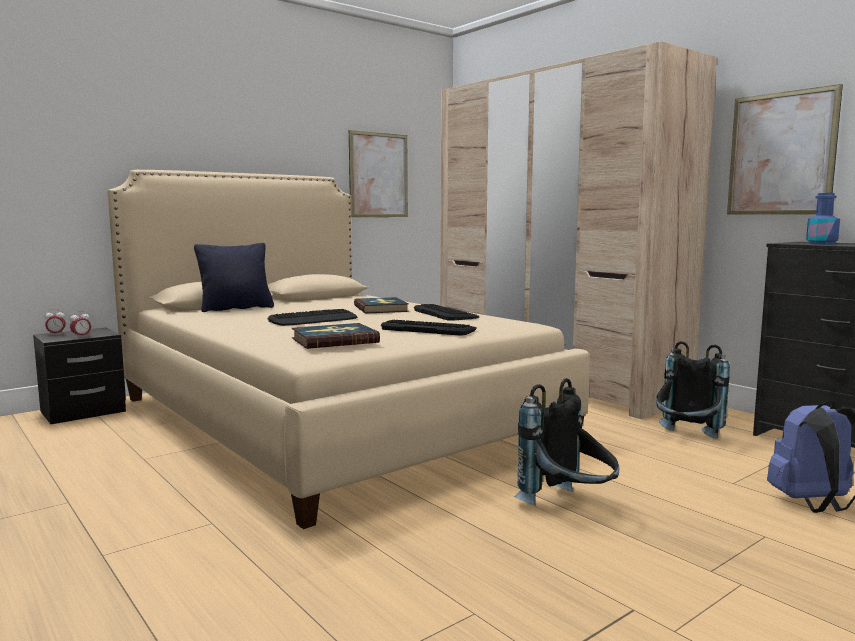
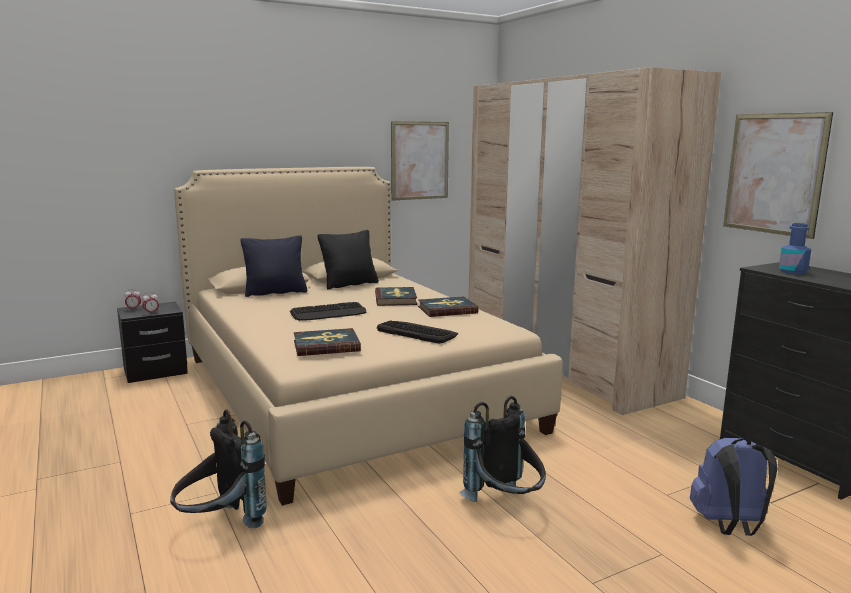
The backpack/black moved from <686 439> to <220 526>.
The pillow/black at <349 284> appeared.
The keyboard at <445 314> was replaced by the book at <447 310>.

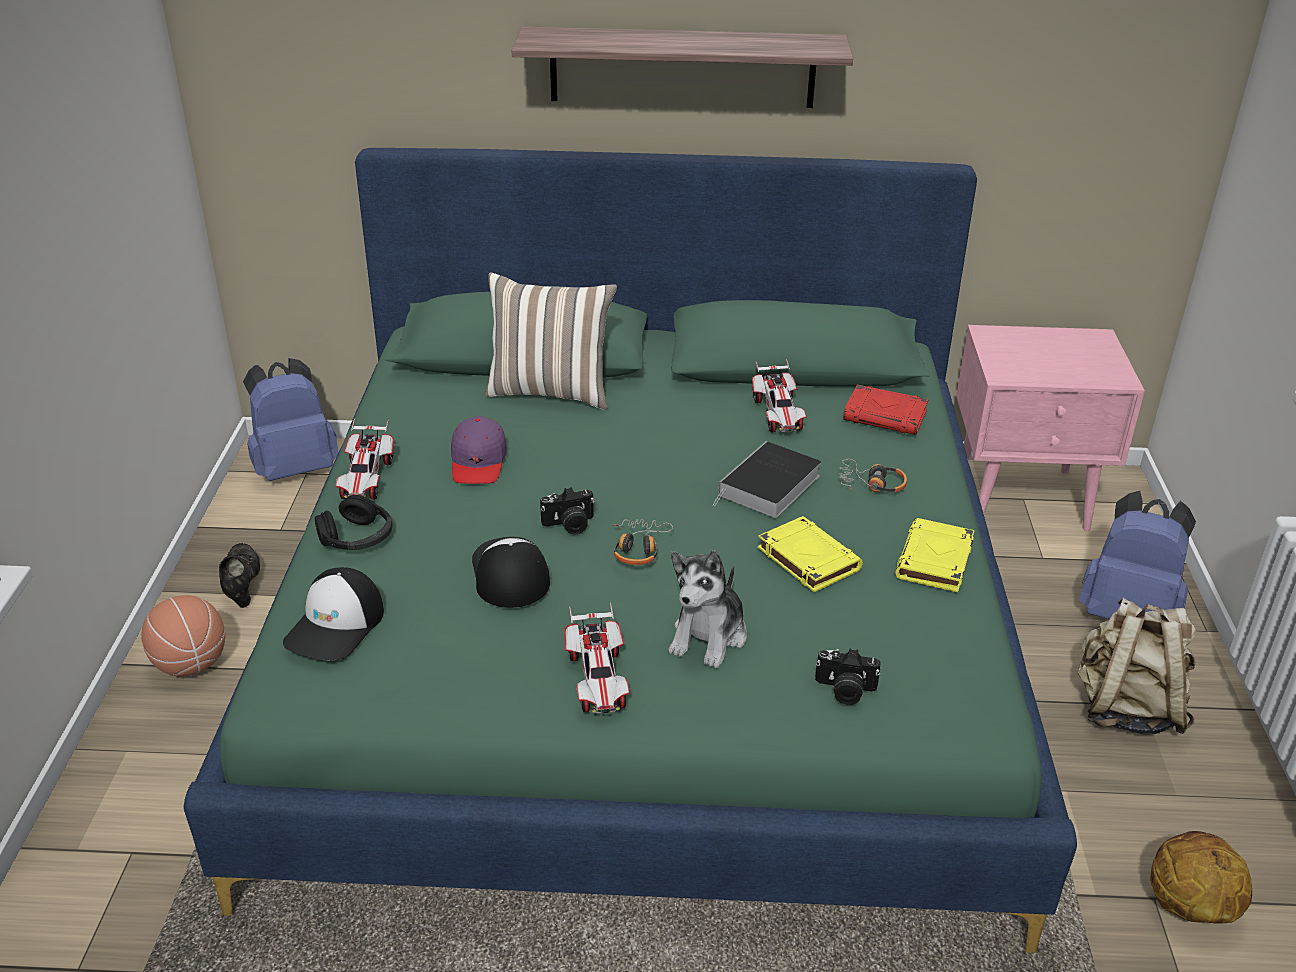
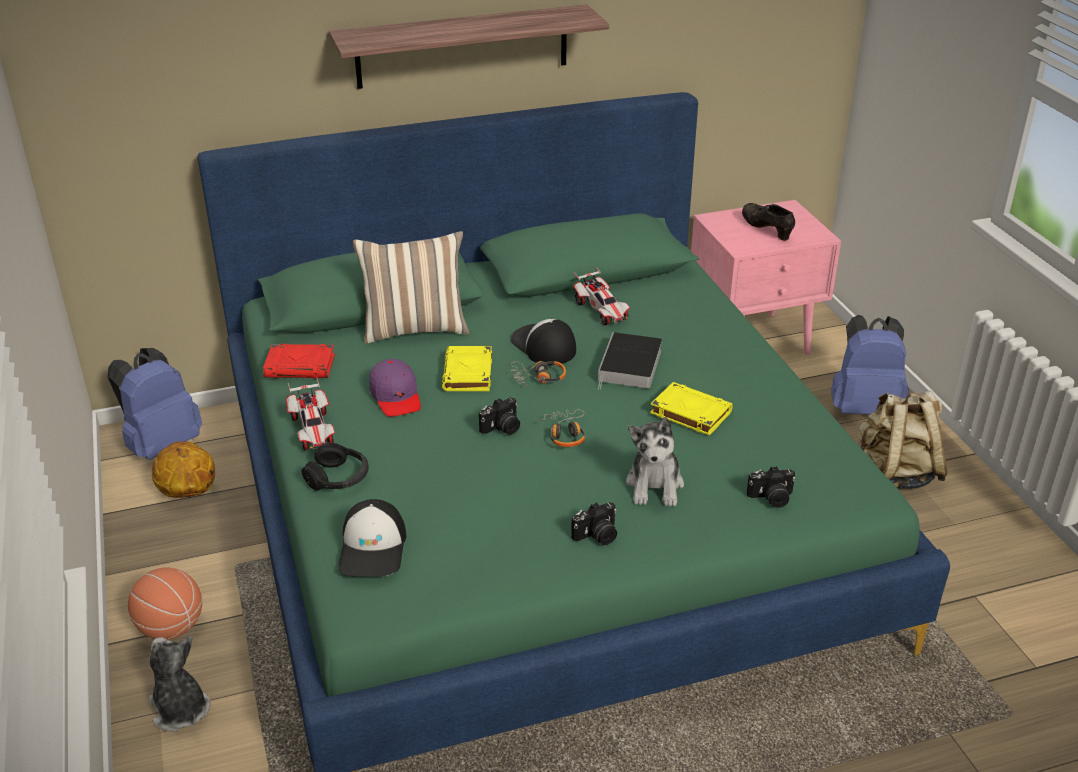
The plush toy at <180 709> appeared.
The basketball moved from <1188 907> to <187 493>.
The book/red moved from <886 416> to <301 366>.
The book/yellow moved from <934 561> to <468 373>.
The headphones moved from <871 484> to <538 378>.
The cap moved from <509 573> to <543 346>.
The toy car at <598 680> was replaced by the photo camera at <597 536>.
The shoe/black moved from <242 586> to <767 230>.

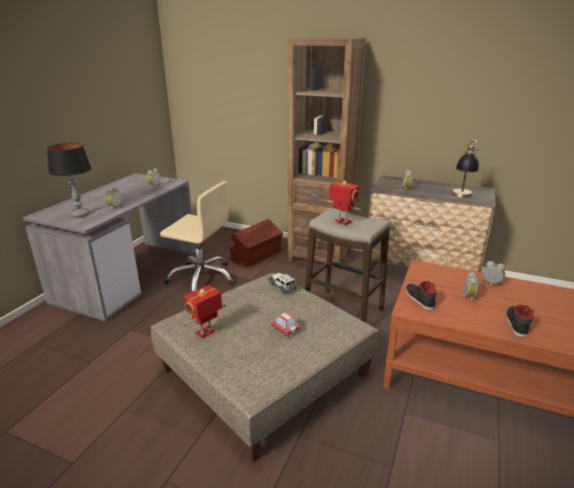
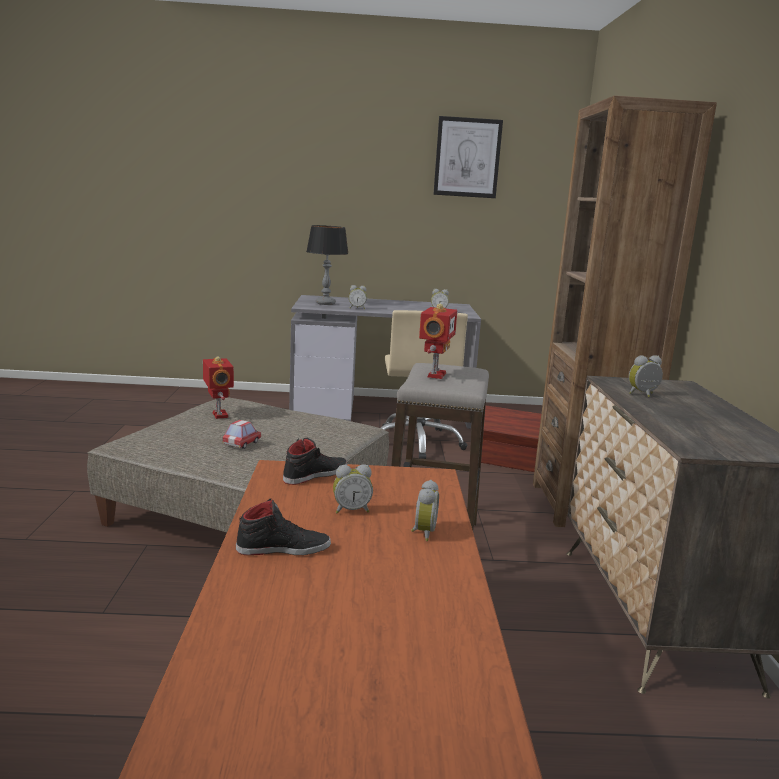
The toy robot at <206 333> turned 45 degrees clockwise.
The picture at <467 157> appeared.
The toy car at <283 287> disappeared.
The table lamp at <461 197> disappeared.

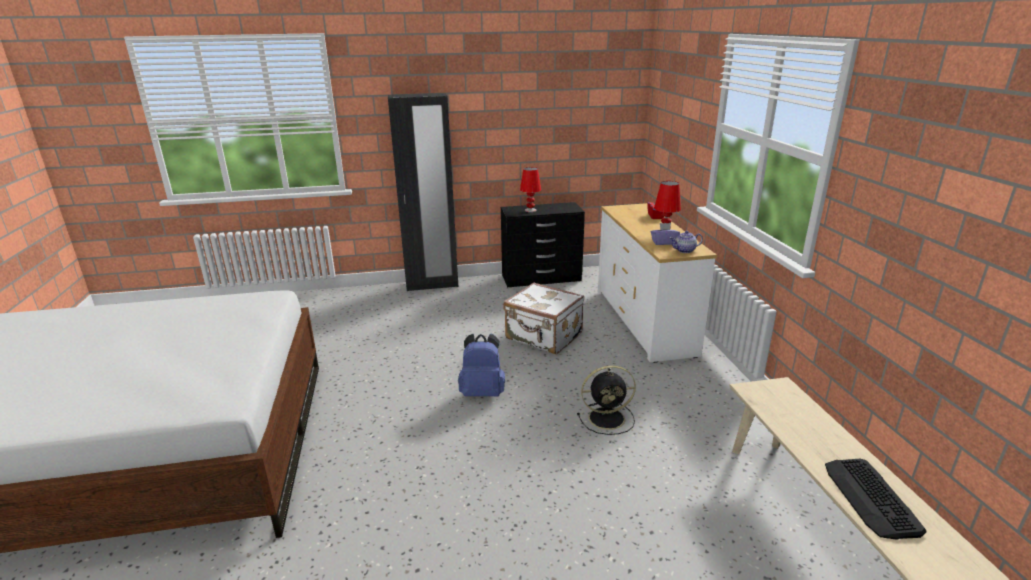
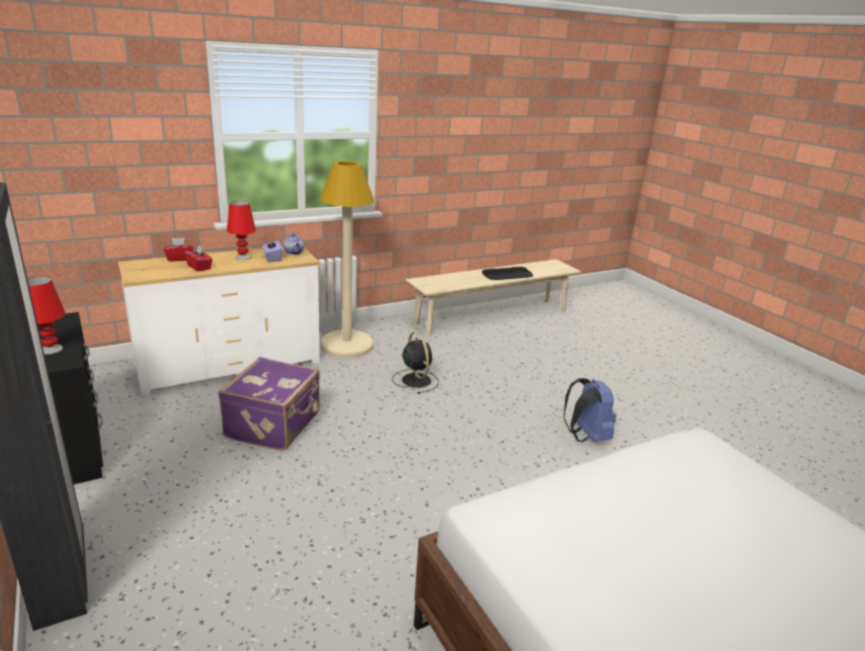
The tissue box/red at <199 267> appeared.
The suitcase/white at <543 337> became the suitcase/purple at <275 425>.
The floor lamp/beige at <347 345> appeared.
The backpack/blue moved from <483 392> to <586 436>.

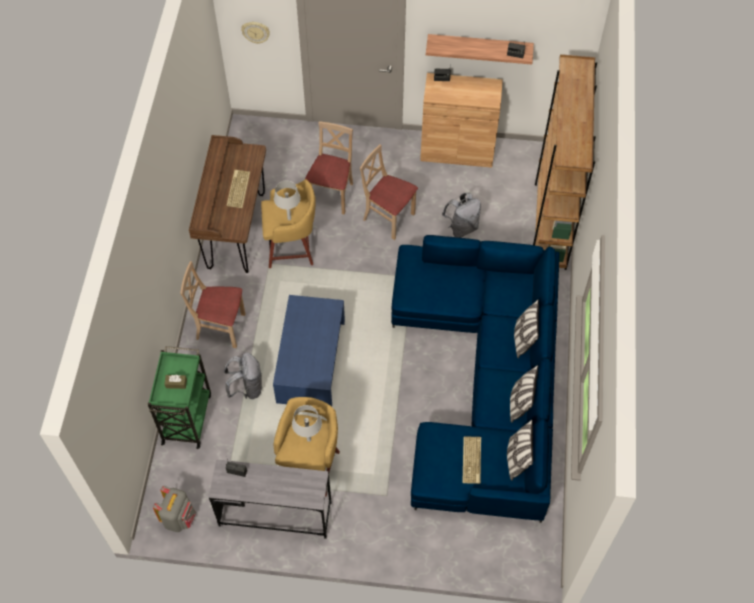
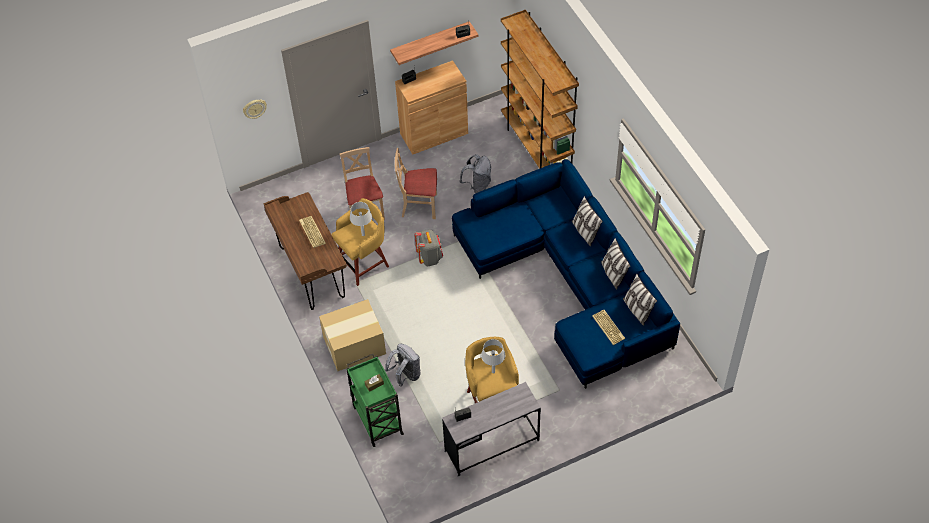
The chair/beige at <220 327> was replaced by the cardboard box at <353 345>.
The backpack/grey moved from <179 518> to <430 258>.
The coffee table/blue at <311 361> disappeared.

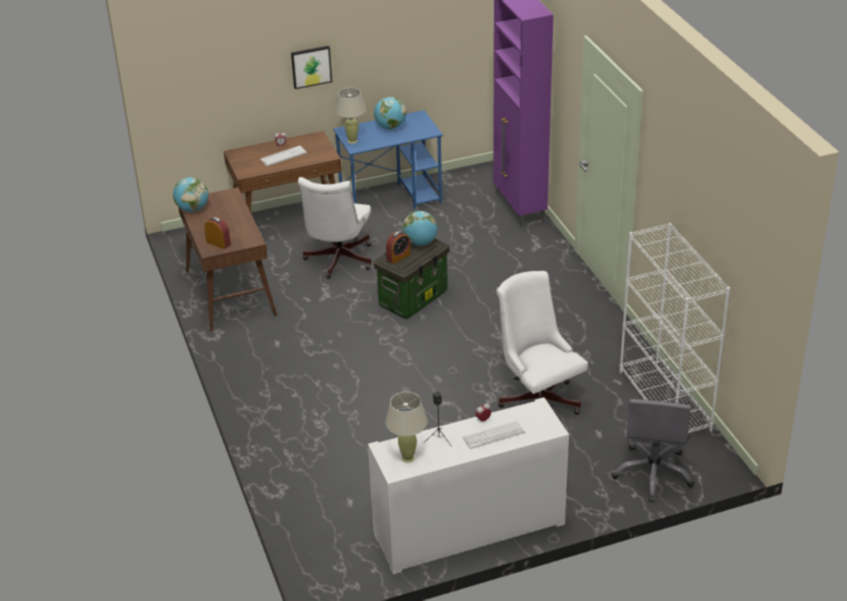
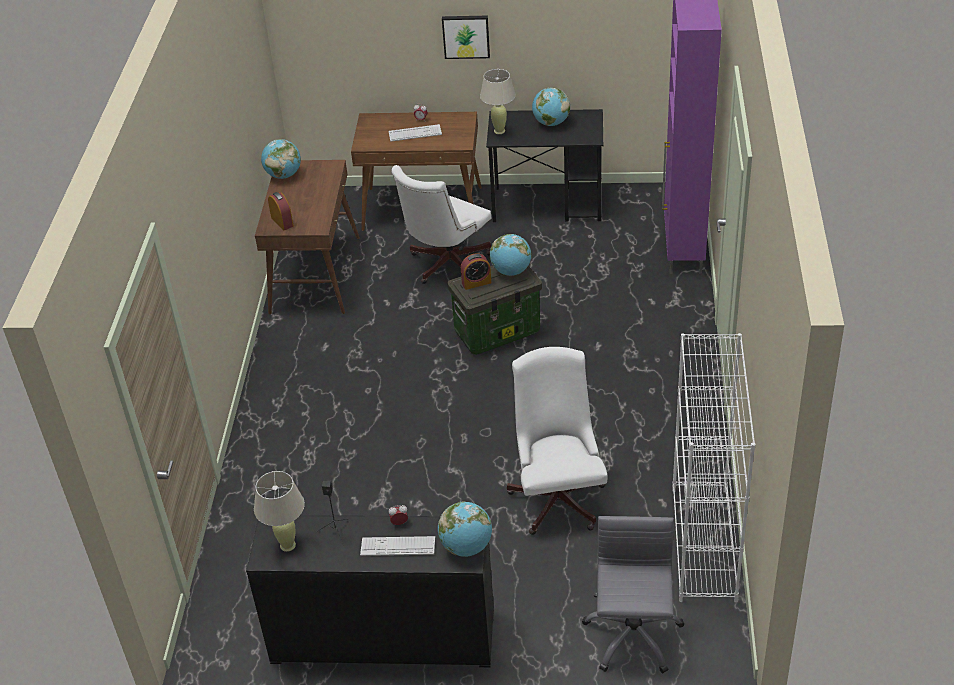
The cabinet/white at <469 529> became the cabinet/black at <383 636>.
The globe at <466 547> appeared.
The desk/blue at <391 199> became the desk/black at <548 204>.
The office chair/grey at <653 473> turned 150 degrees clockwise.

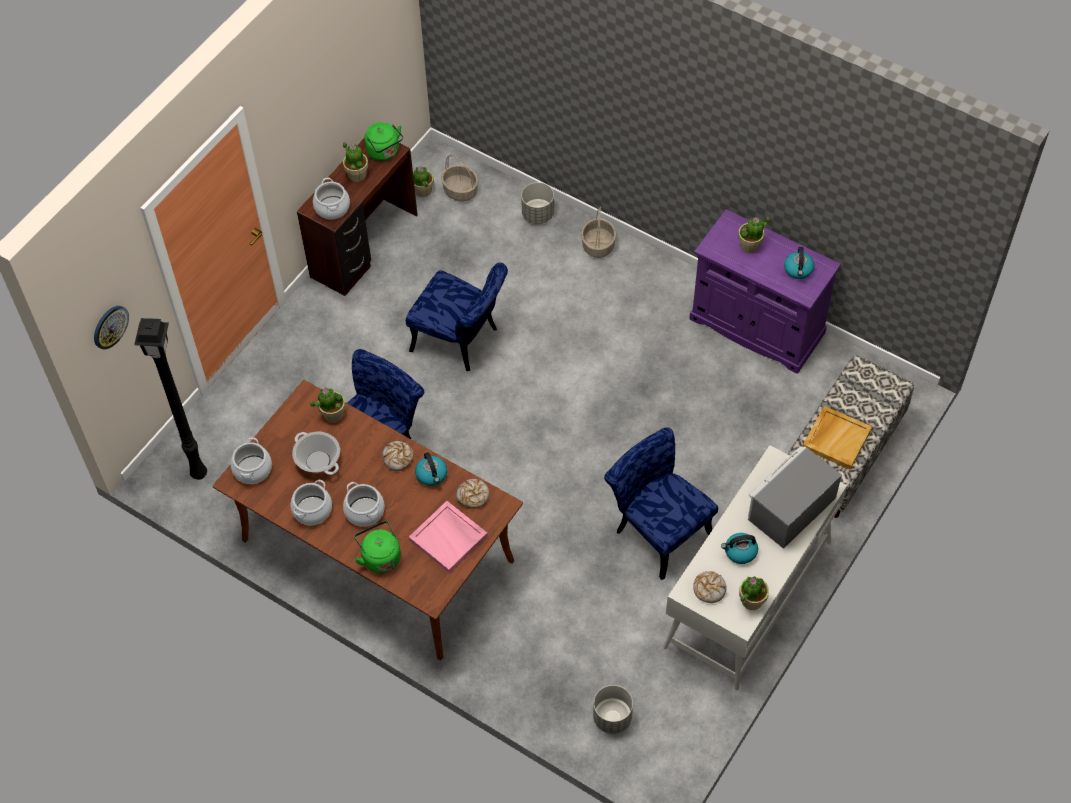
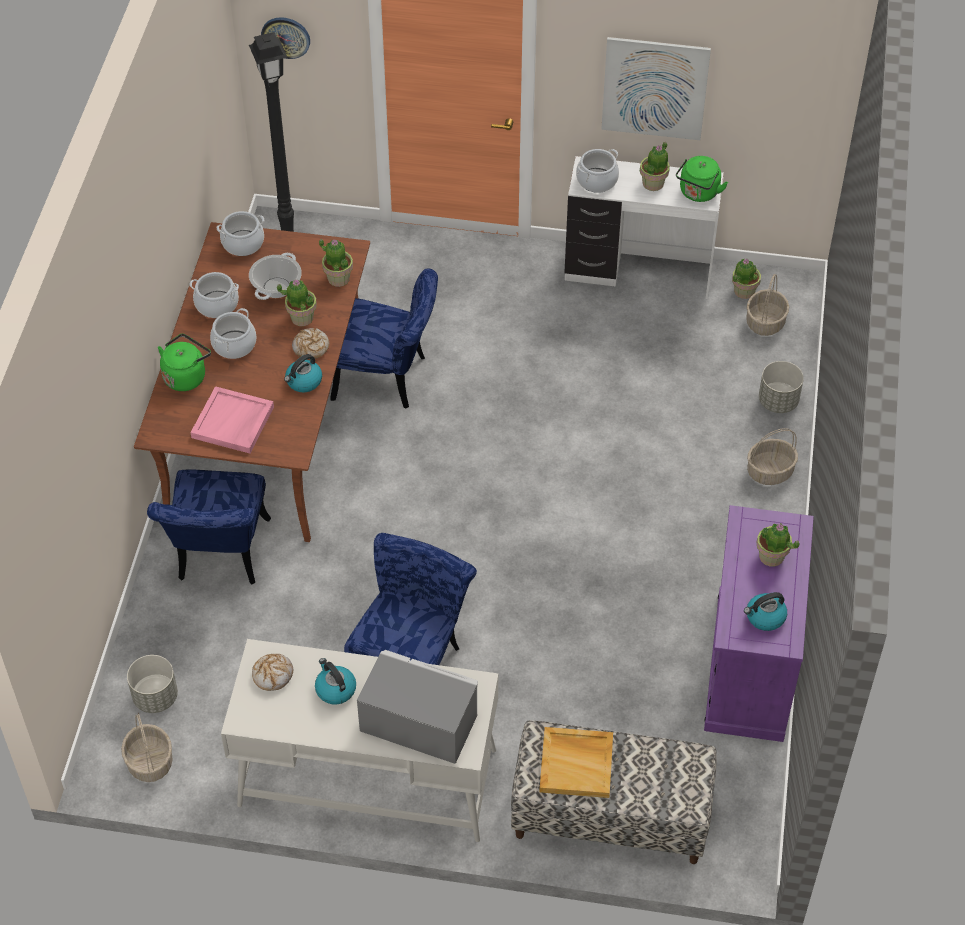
The basket at <149 762> appeared.
The chair/blue moved from <461 341> to <220 557>.
The potted plant moved from <751 601> to <301 317>.
The desk/brown at <365 246> became the desk/white at <638 272>.
The picture at <655 88> appeared.
The bread at <472 496> disappeared.

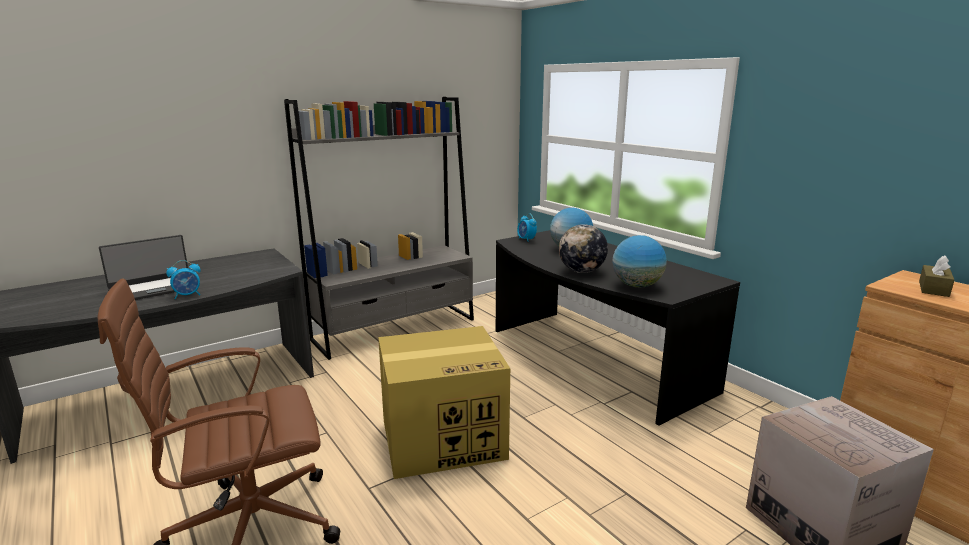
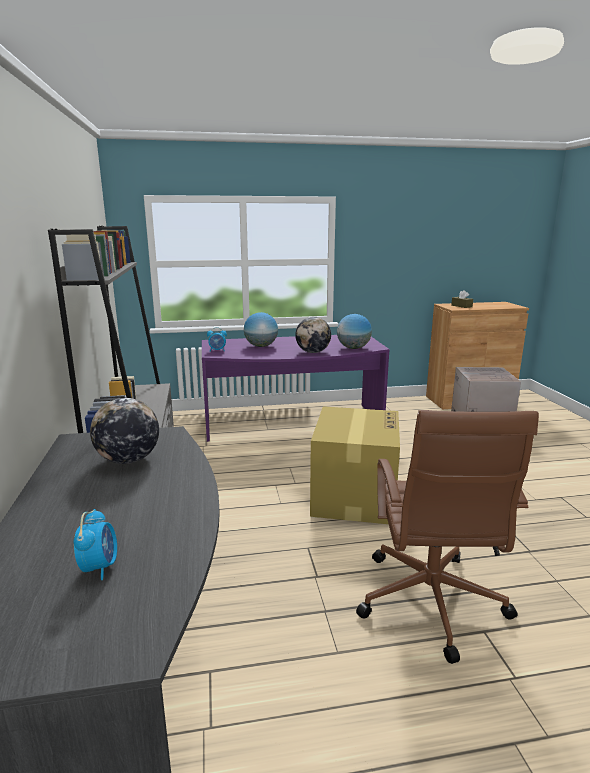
The alarm clock moved from <188 295> to <100 567>.
The globe at <128 460> appeared.
The desk/black at <591 360> became the desk/purple at <293 423>.
The laptop at <153 289> disappeared.

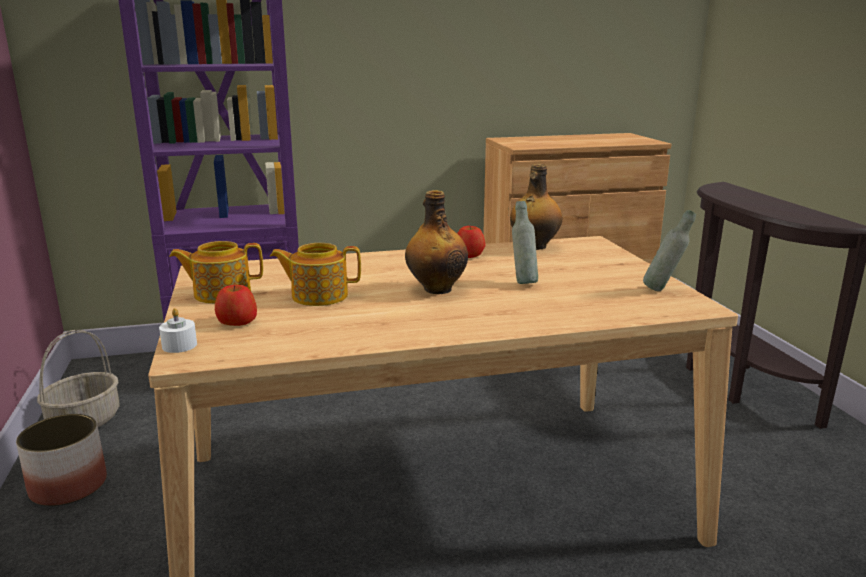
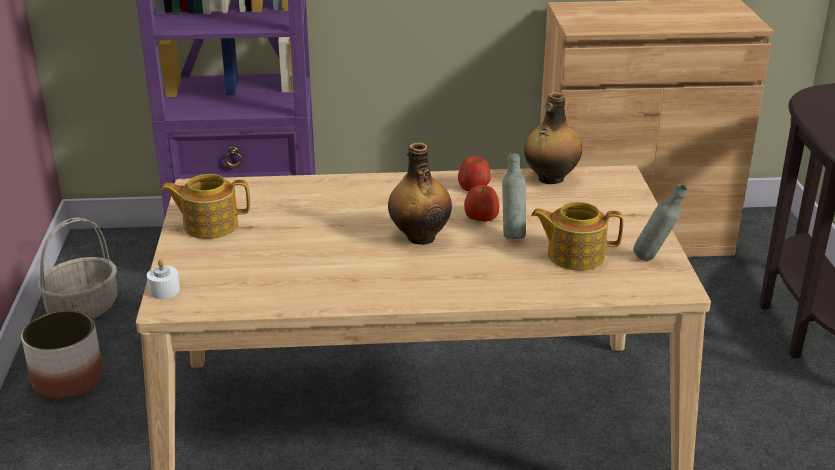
The apple moved from <237 322> to <481 217>.
The teapot moved from <318 296> to <574 255>.

